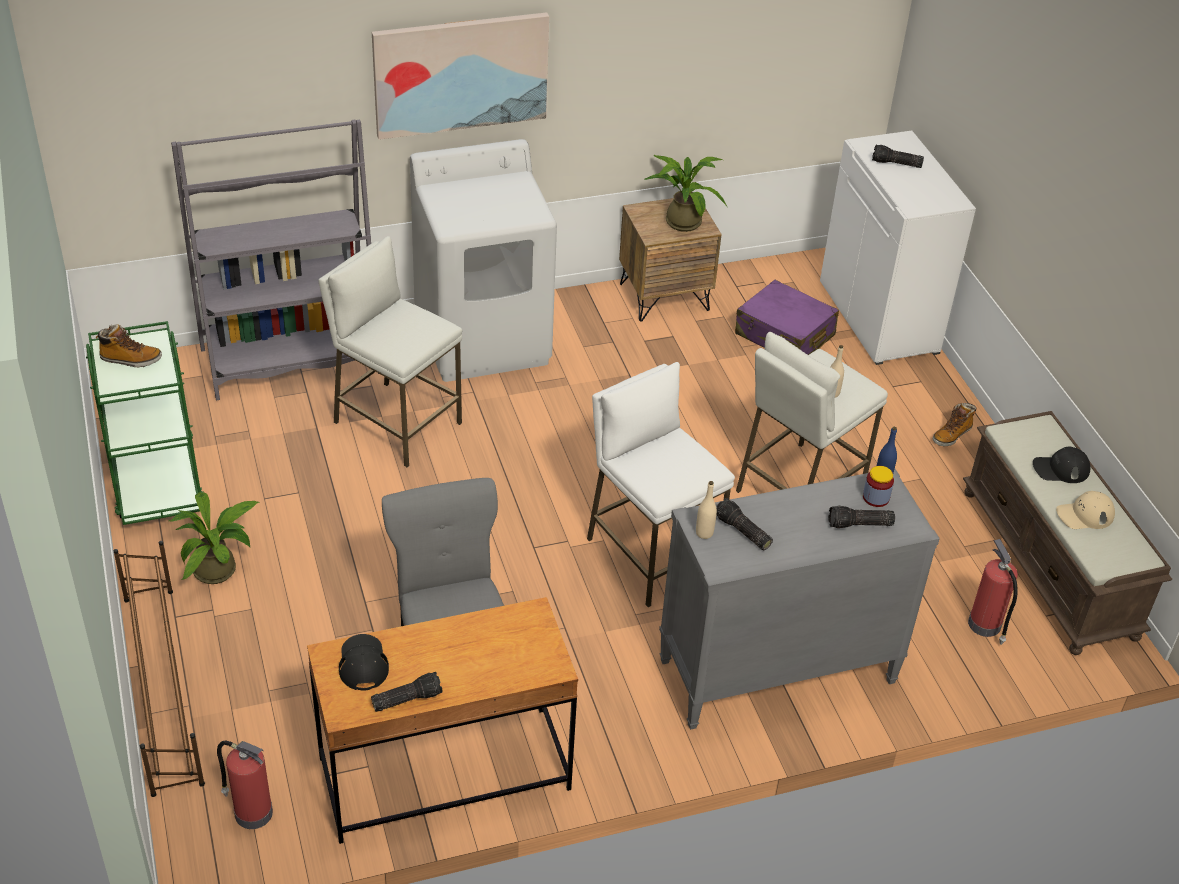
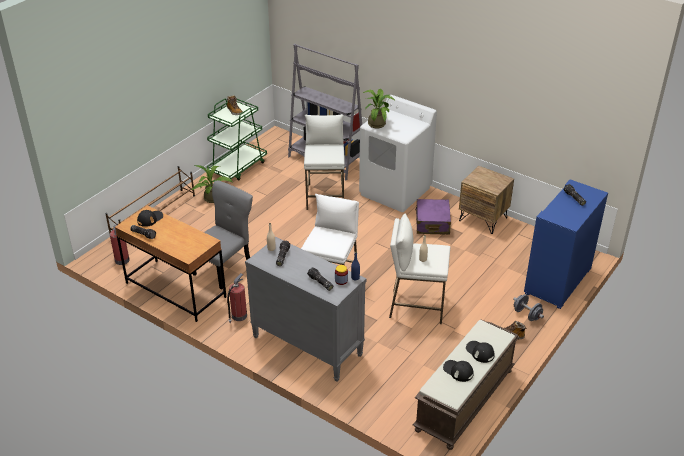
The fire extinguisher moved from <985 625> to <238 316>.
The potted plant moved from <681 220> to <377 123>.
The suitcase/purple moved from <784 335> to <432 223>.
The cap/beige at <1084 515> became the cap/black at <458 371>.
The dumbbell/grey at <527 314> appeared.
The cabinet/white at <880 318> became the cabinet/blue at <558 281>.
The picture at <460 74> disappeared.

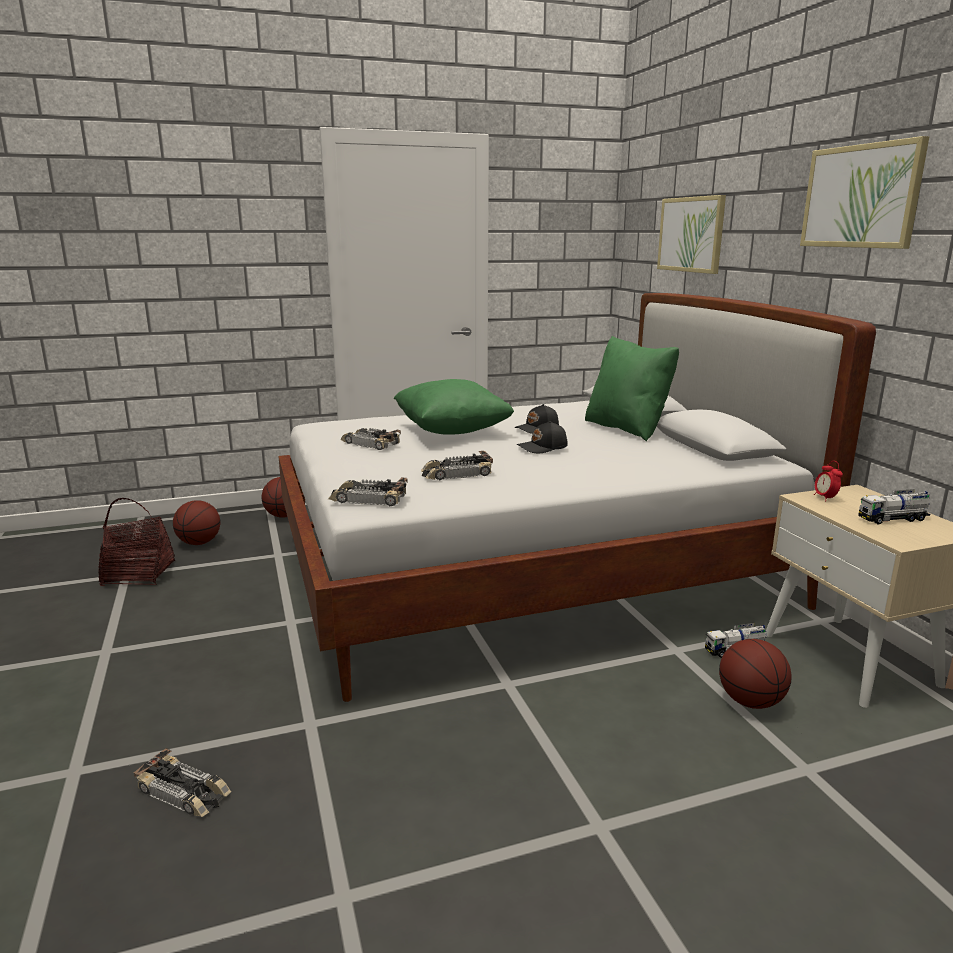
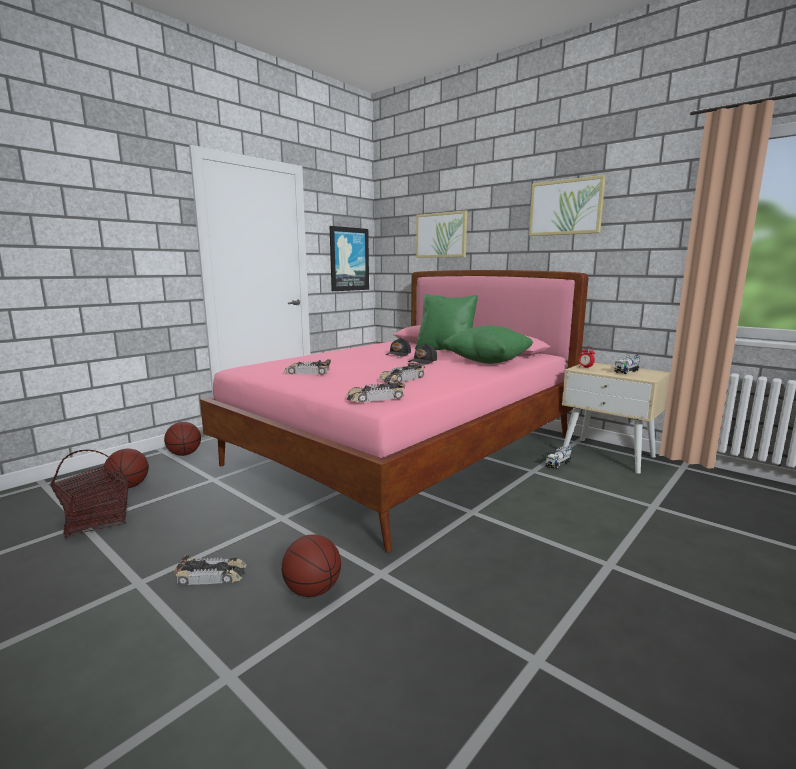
The toy car moved from <184 792> to <212 575>.
The bed/white at <529 572> became the bed/pink at <406 452>.
The basketball moved from <750 702> to <313 590>.
The picture at <349 259> appeared.
The pillow/green moved from <452 431> to <488 362>.

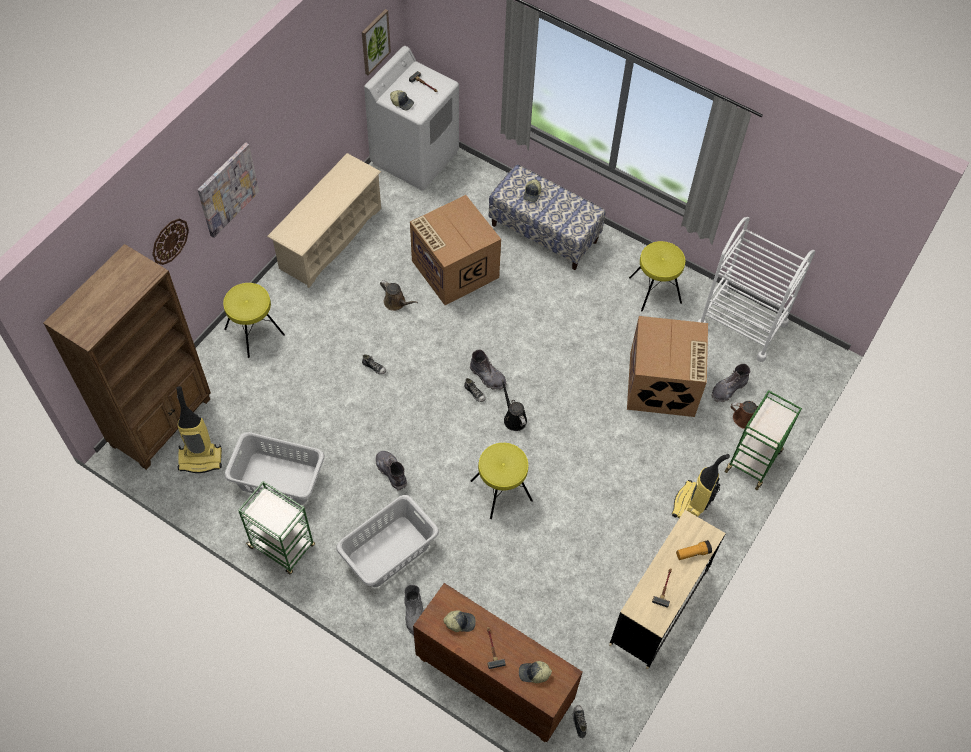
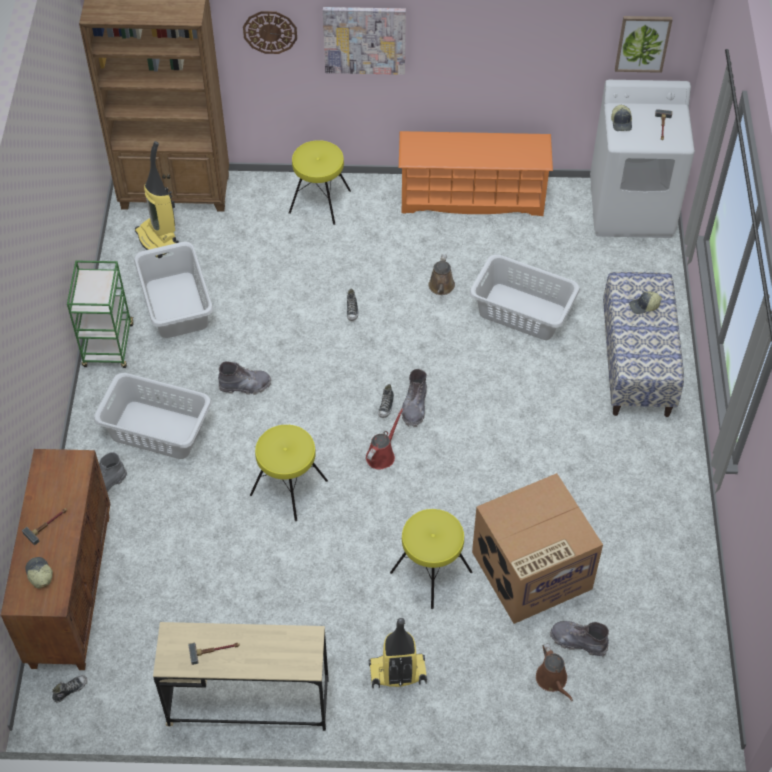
The boot/grey at <391 472> turned 60 degrees clockwise.
The watering can/black at <514 418> became the watering can/red at <382 455>.
The stool/yellow moved from <655 290> to <431 572>.
The shoe rack/beige at <330 238> became the shoe rack/orange at <472 197>.
The cardboard box at <453 269> was replaced by the laundry basket/grey at <522 311>.
The cap at <460 622> disappeared.
The flashlight at <693 553> disappeared.
The cart/white at <742 324> disappeared.
The cart/green at <753 460> disappeared.

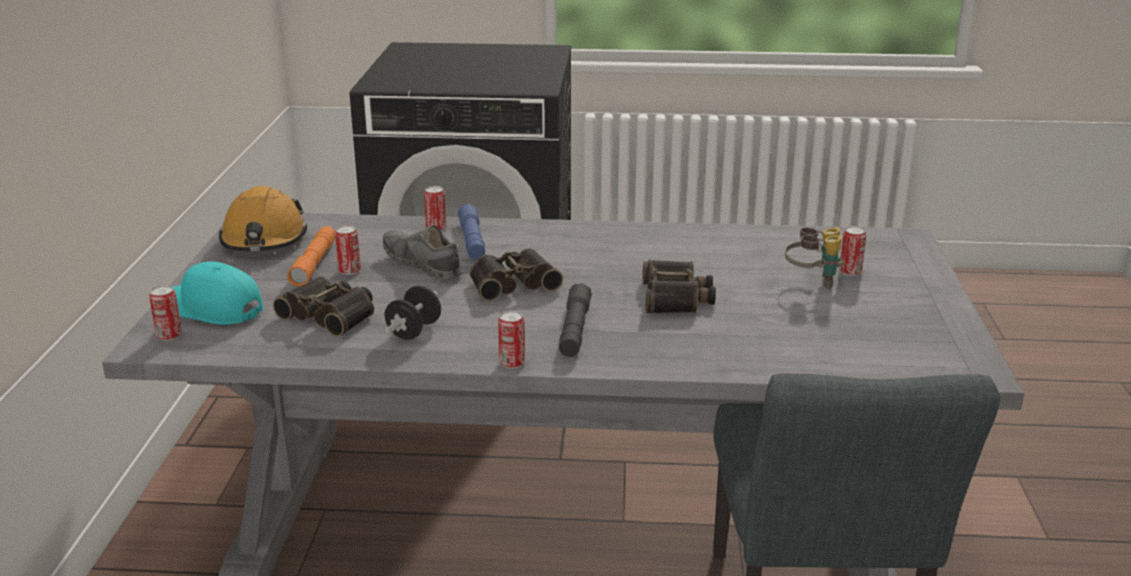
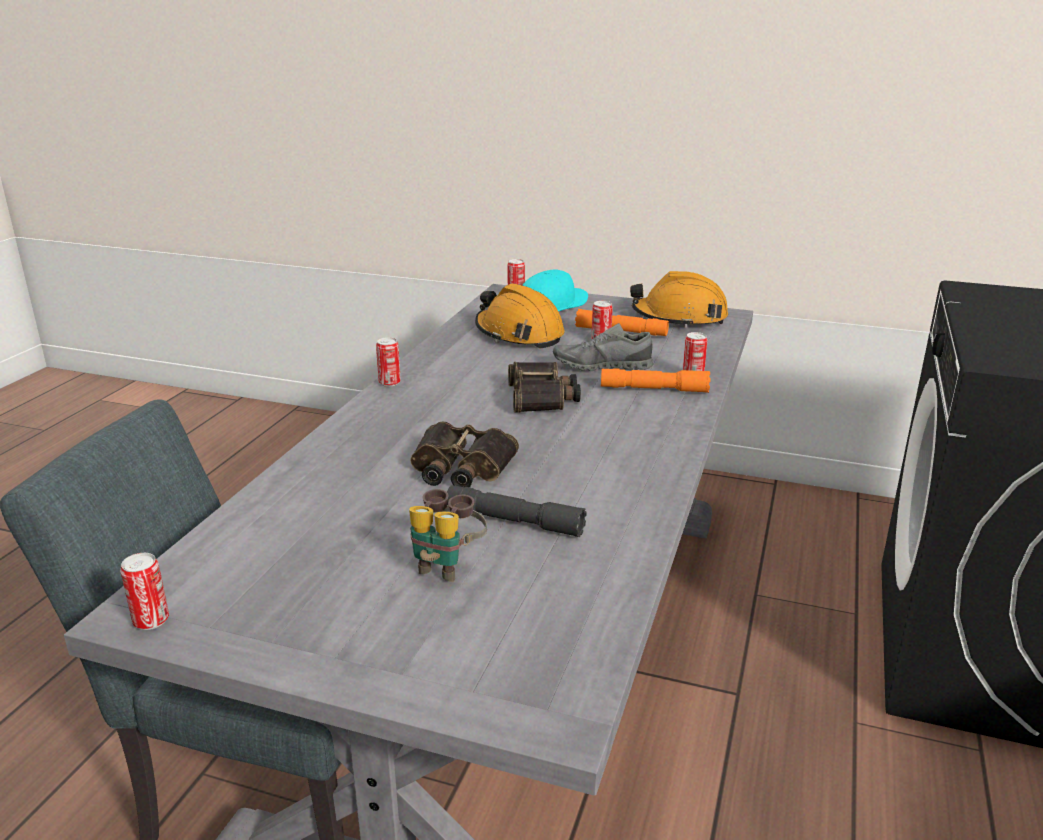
The can moved from <850 272> to <151 621>.
The flashlight/grey moved from <574 330> to <514 521>.
The binoculars at <331 315> was replaced by the hard hat/orange at <519 334>.
The shoe/grey at <422 265> turned 150 degrees counterclockwise.
The flashlight/blue at <472 241> became the flashlight/orange at <654 389>.
The dumbbell/black at <414 331> disappeared.

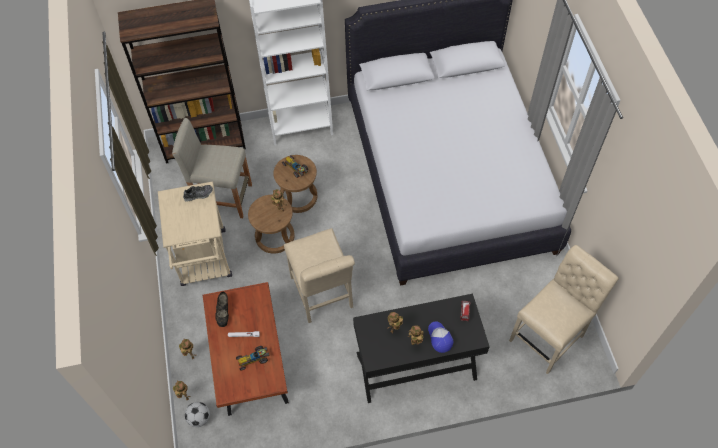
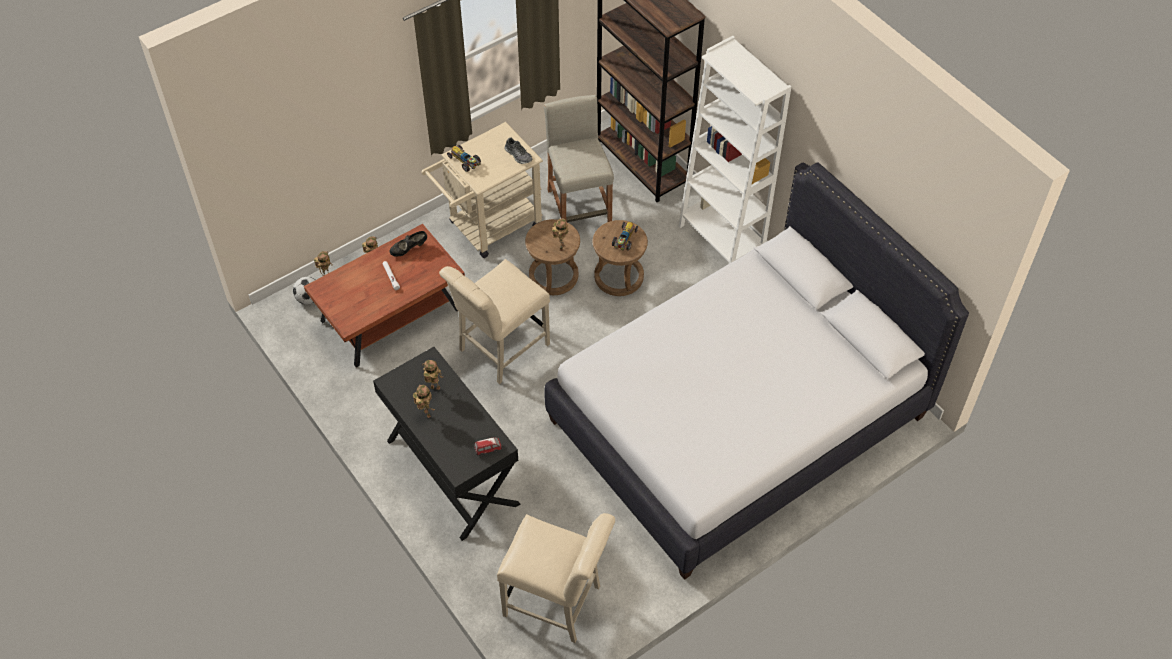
The toy car moved from <254 359> to <465 161>.
The cap at <439 338> disappeared.

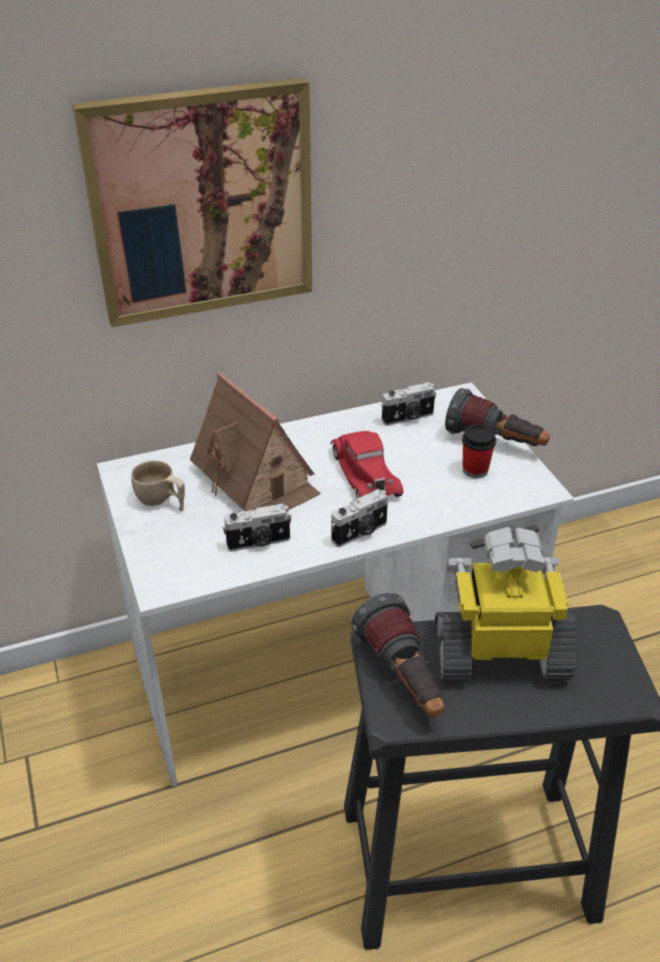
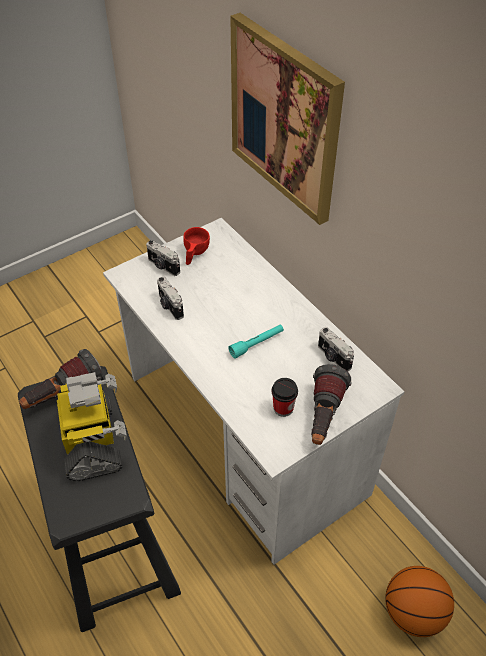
The photo camera moved from <360 533> to <163 266>.
The cup/beige at <161 501> became the cup/red at <194 254>.
The toy car/red at <364 472> was replaced by the flashlight/turquoise at <257 344>.
The basketball at <413 612> appeared.
The toy house at <256 479> disappeared.

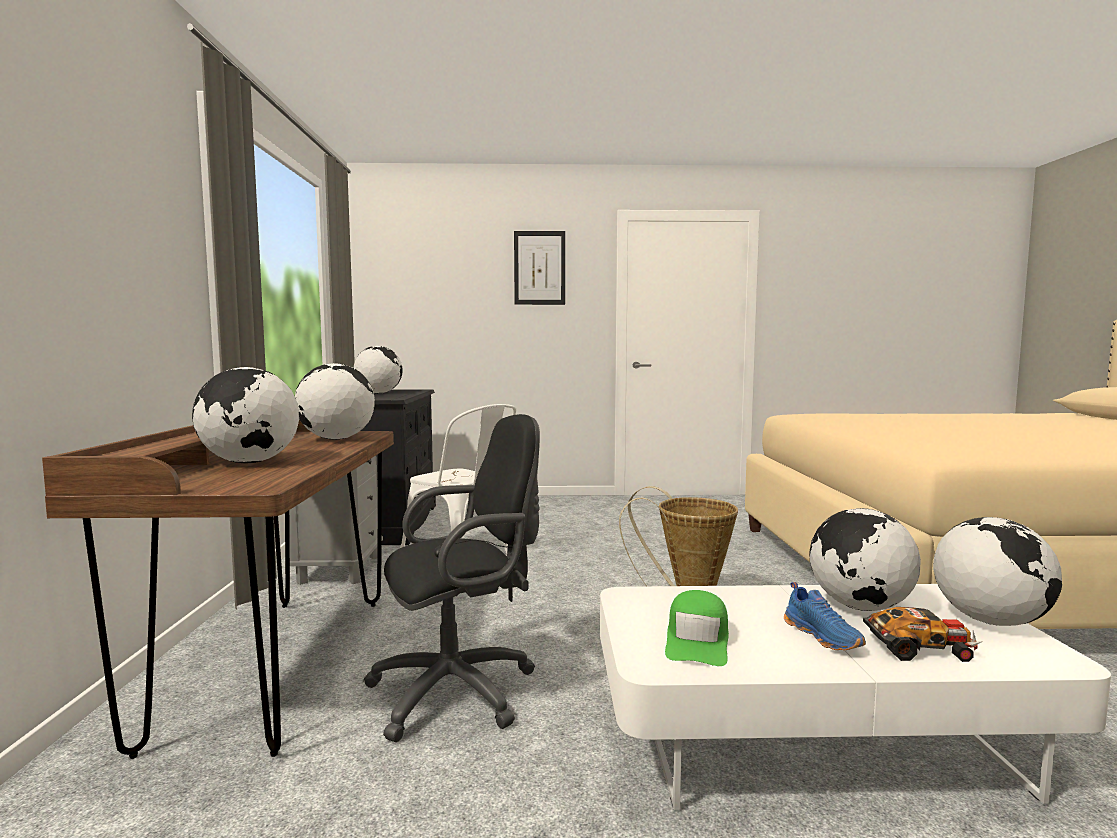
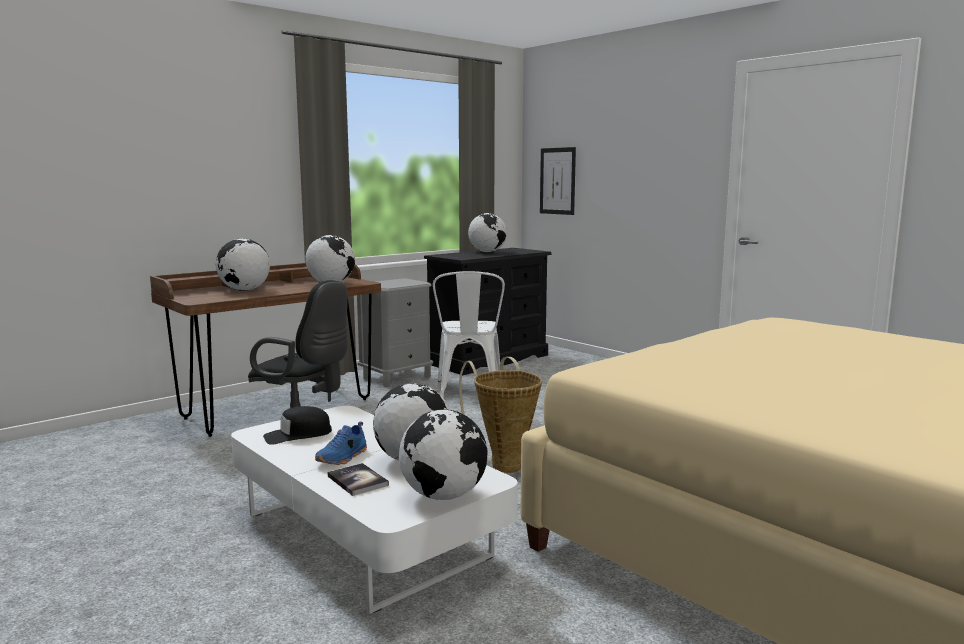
The cap/green at <697 640> became the cap/black at <297 435>.
The toy car at <920 648> was replaced by the book at <357 481>.
The picture moved from <539 268> to <557 181>.

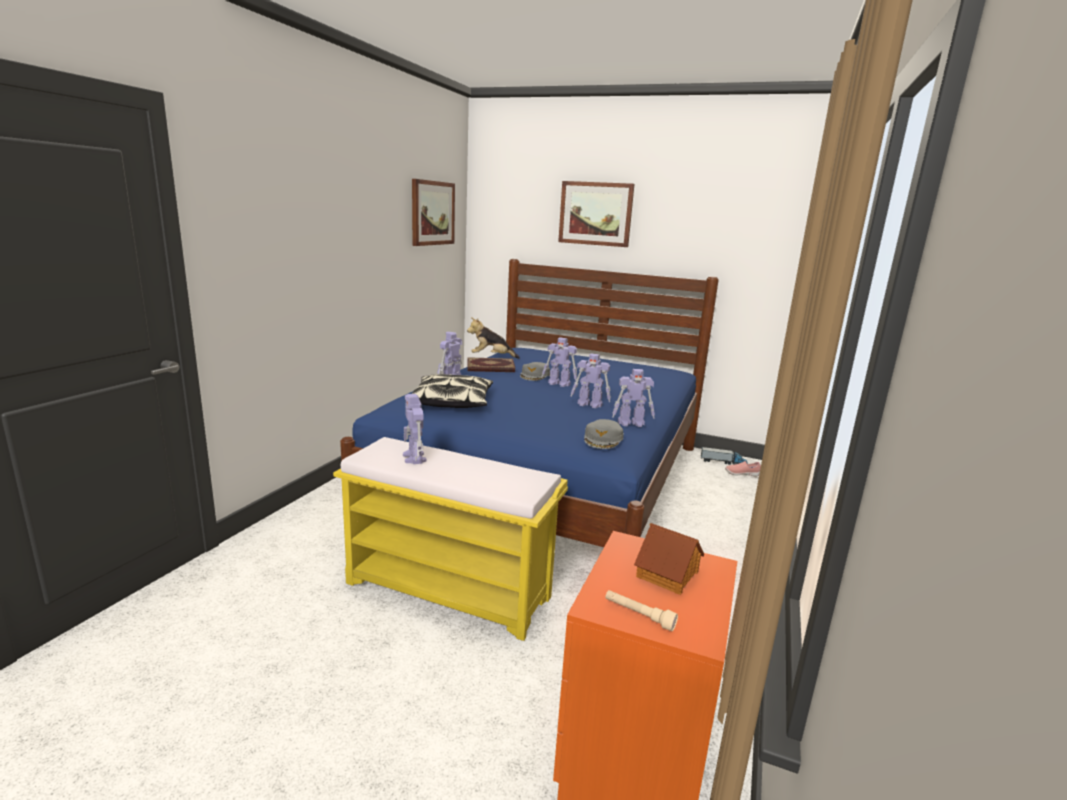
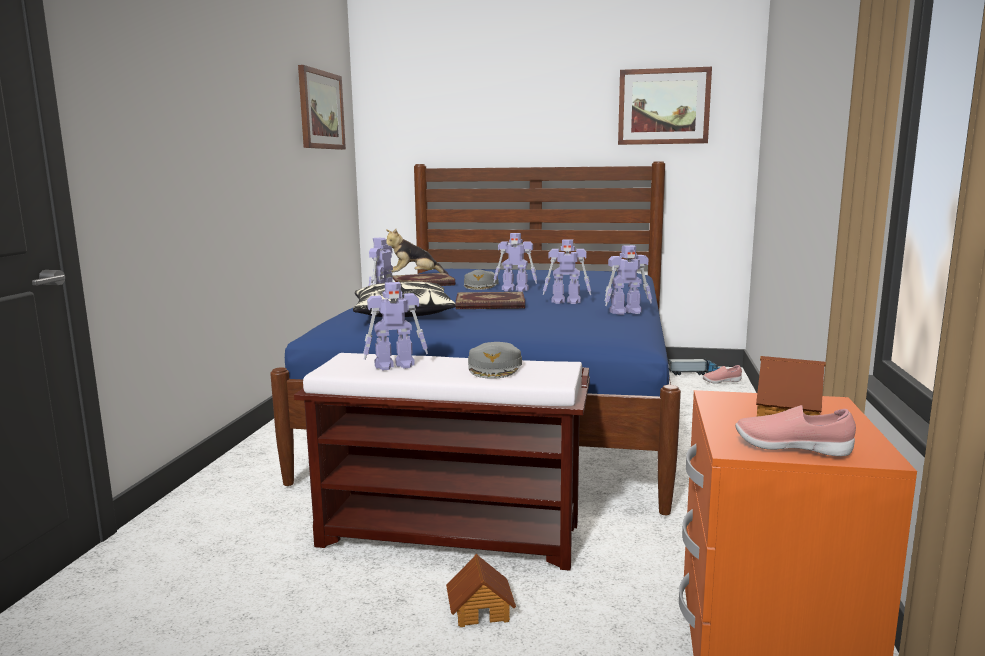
The bench/yellow at <450 589> became the bench/brown at <452 533>.
The toy robot at <414 458> turned 75 degrees counterclockwise.
The toy house at <481 609> appeared.
The book at <490 305> appeared.
The cap/grey moved from <603 439> to <495 367>.
The picture moved from <595 214> to <663 106>.
The flashlight/beige at <638 615> was replaced by the shoe/pink at <791 448>.

